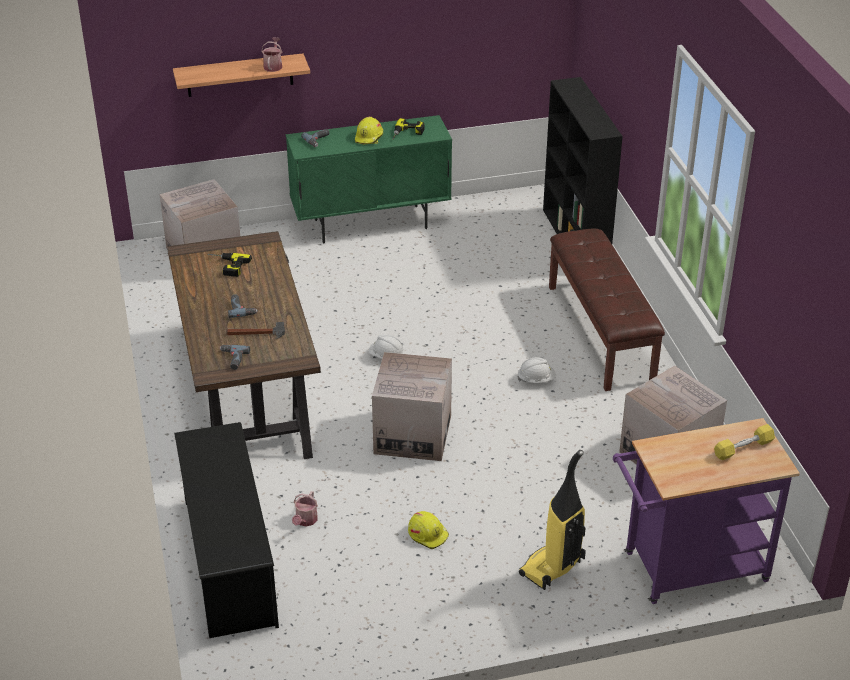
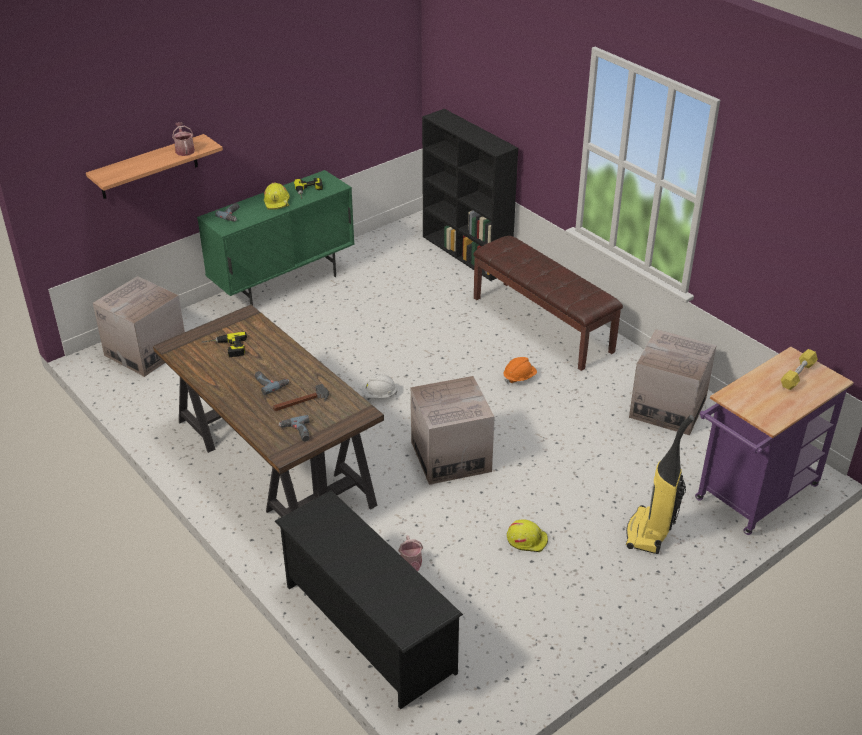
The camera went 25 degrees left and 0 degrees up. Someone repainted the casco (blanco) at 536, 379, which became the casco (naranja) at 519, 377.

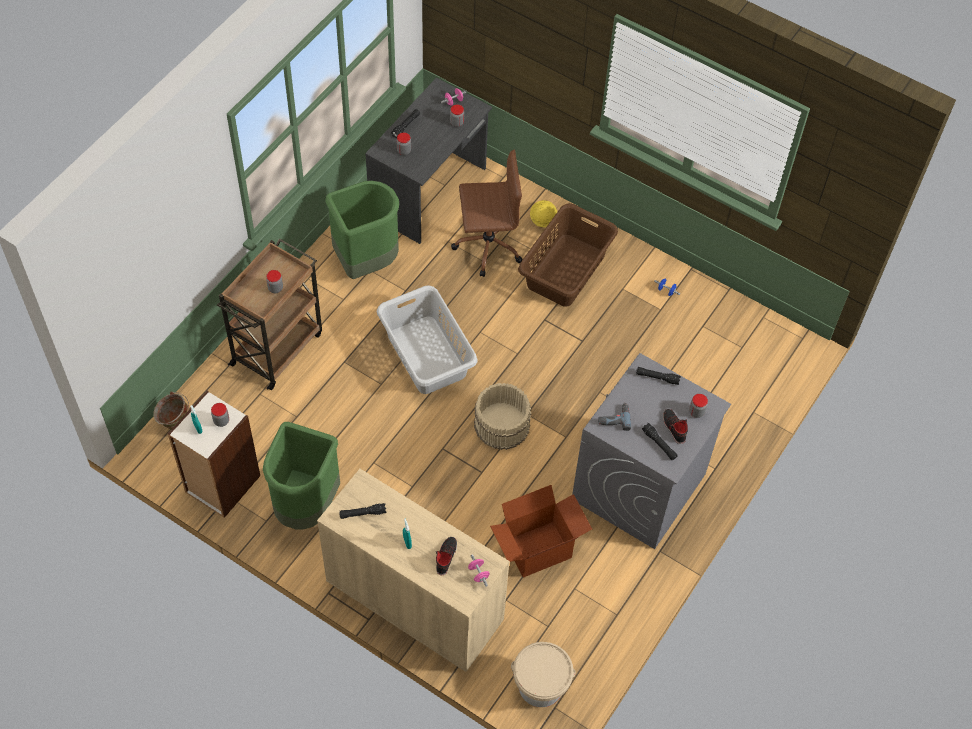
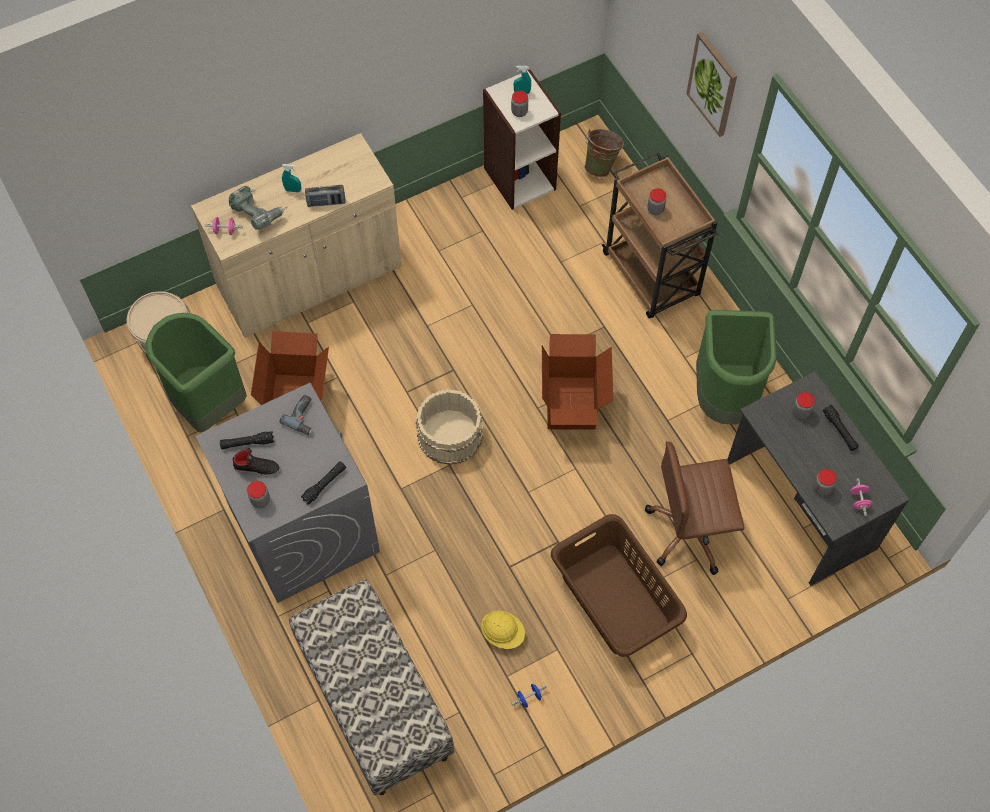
The camera went 120 degrees right and 5 degrees up. Someone carried the papelera (verde) from 306, 506 to 207, 404. Someone took away the linterna (negro) at 362, 513. Someone swapped the cesto de la ropa (gris) at 426, 355 for the caja de cartón at 572, 403. Someone swapped the zapato (negro) at 446, 556 for the taladro at 259, 213. Someone rotated the silla de oficina (marrón) at 487, 245 by 60 degrees clockwise. Someone carried the casco (amarillo) from 543, 219 to 503, 633. Someone put down the banco at 374, 701. Someone put down the radio at 326, 202. Someone put up the cuadro at 713, 84.

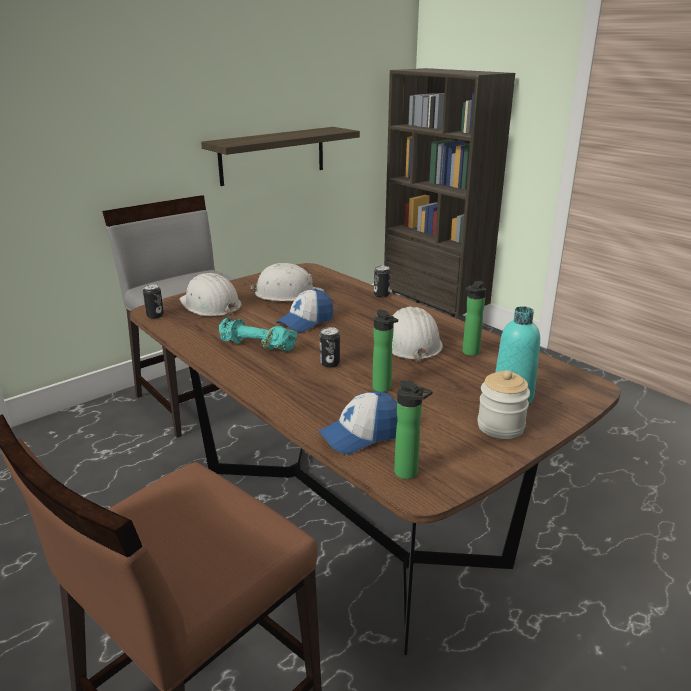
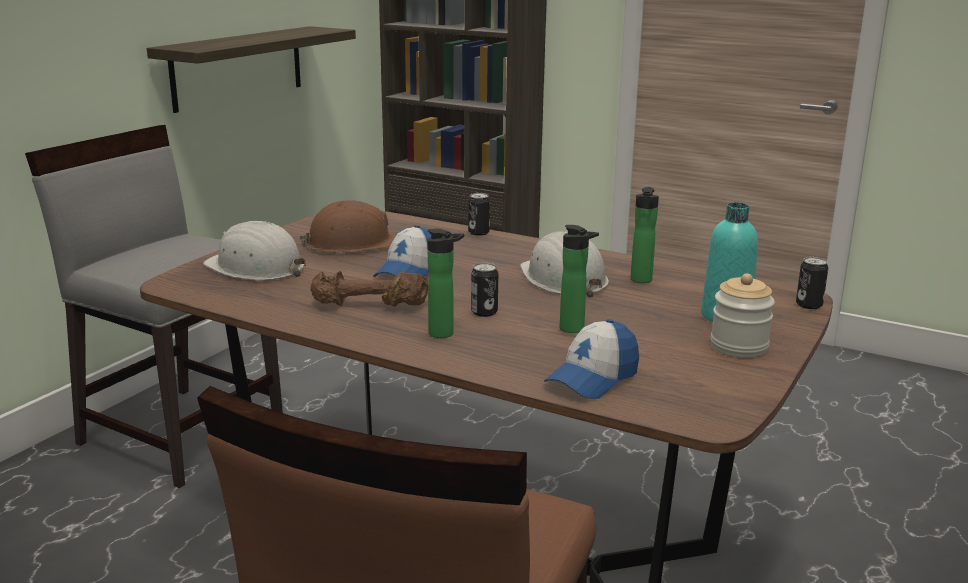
The camera went 20 degrees left and 5 degrees down. Someone carried the lata from 155, 315 to 809, 305. Someone repainted the mancuerna (turquesa) at 256, 346, which became the mancuerna (marrón) at 369, 306. Someone repainted the casco (blanco) at 288, 294, which became the casco (marrón) at 353, 244. Someone carried the botella from 409, 474 to 445, 334.

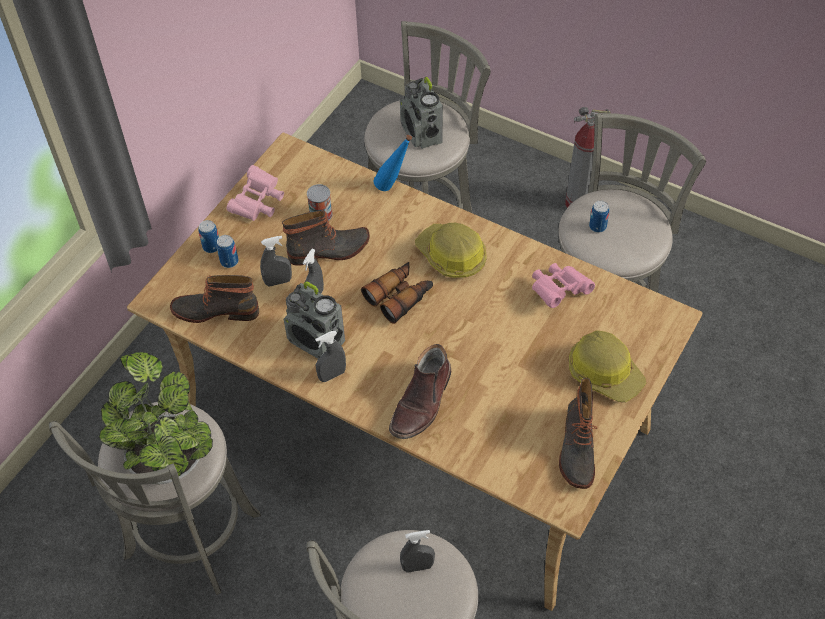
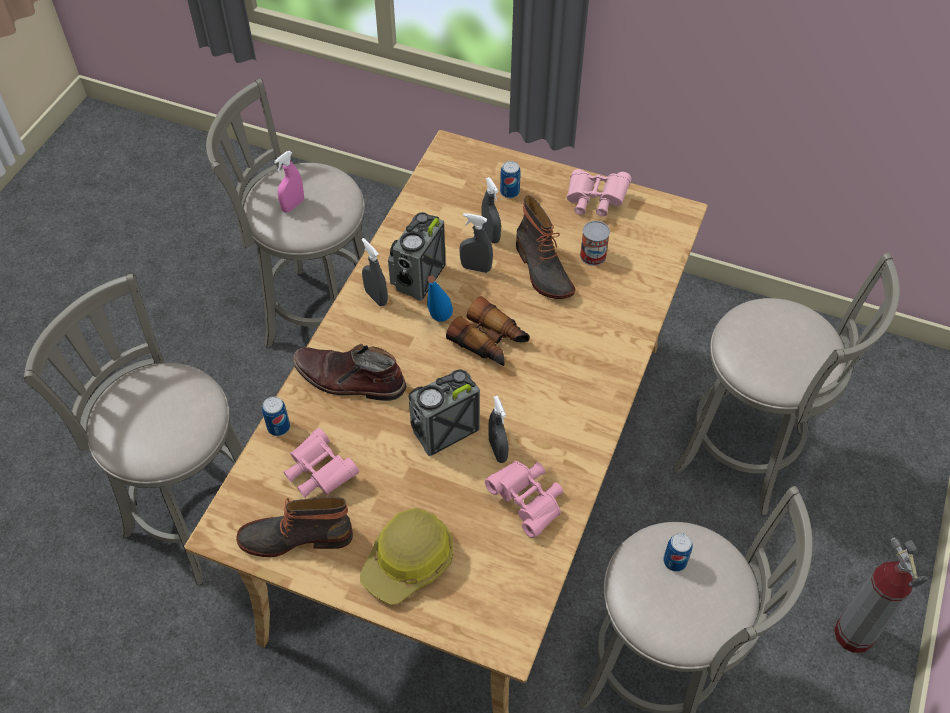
The camera went 80 degrees right and 0 degrees up. Someone swapped the planta en maceta at 167, 458 for the pulverizador (rosa) at 293, 205. Someone took away the bota at 216, 310. Someone carried the lata from 211, 247 to 278, 427. Someone carried the botella (azul) from 393, 188 to 438, 324. Someone carried the radio from 421, 134 to 443, 430. Someone carried the pulverizador (gris) from 417, 566 to 498, 450. Someone took away the casco at 451, 256. Someone put down the prismáticos (rosa) at 319, 473.

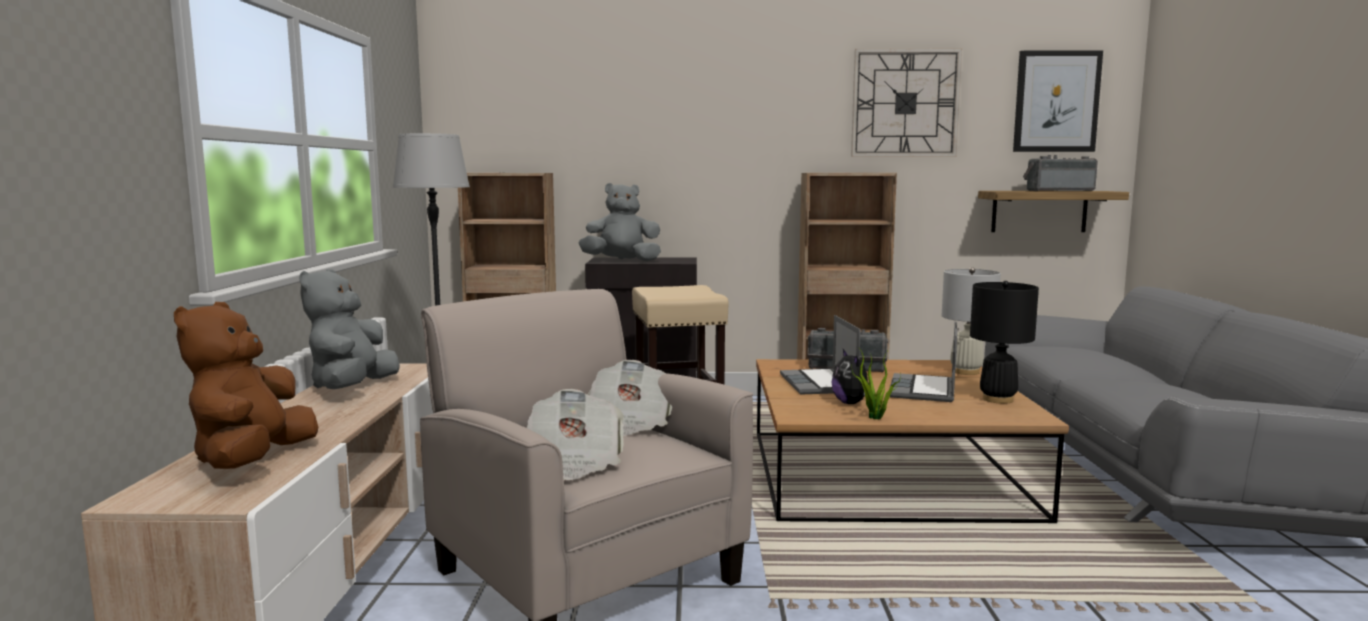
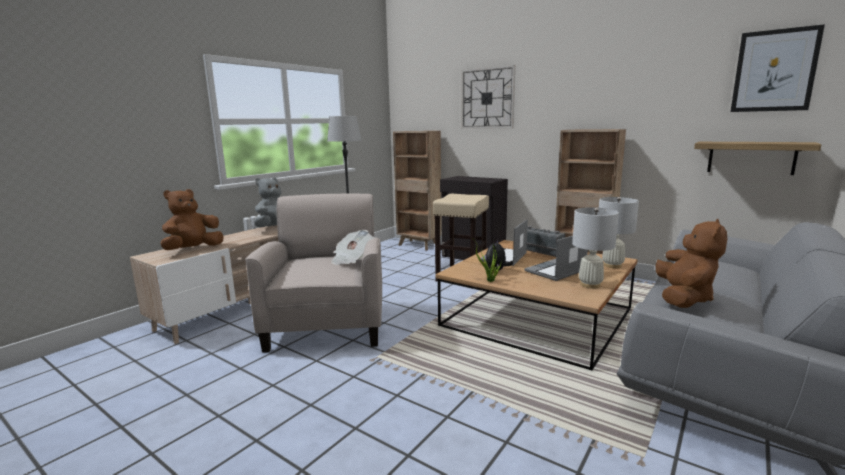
The camera went 35 degrees right and 5 degrees up. Someone took away the periódico at 576, 461. Someone took away the peluche (gris) at 622, 261. Someone carried the reloj de pared from 905, 103 to 487, 98. Someone repainted the lámpara de mesa (negro) at 998, 399, which became the lámpara de mesa (blanco) at 590, 285. Someone took away the radio at 1058, 190. Someone put down the peluche (marrón) at 683, 298.

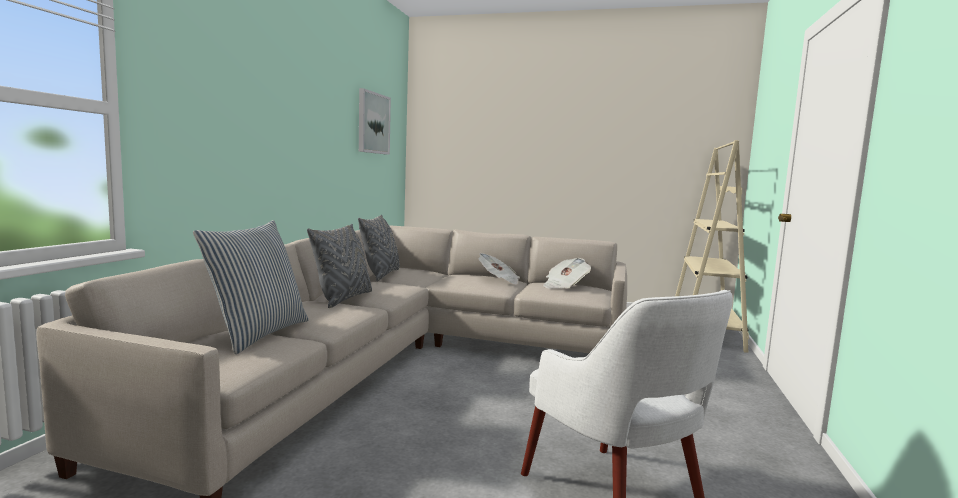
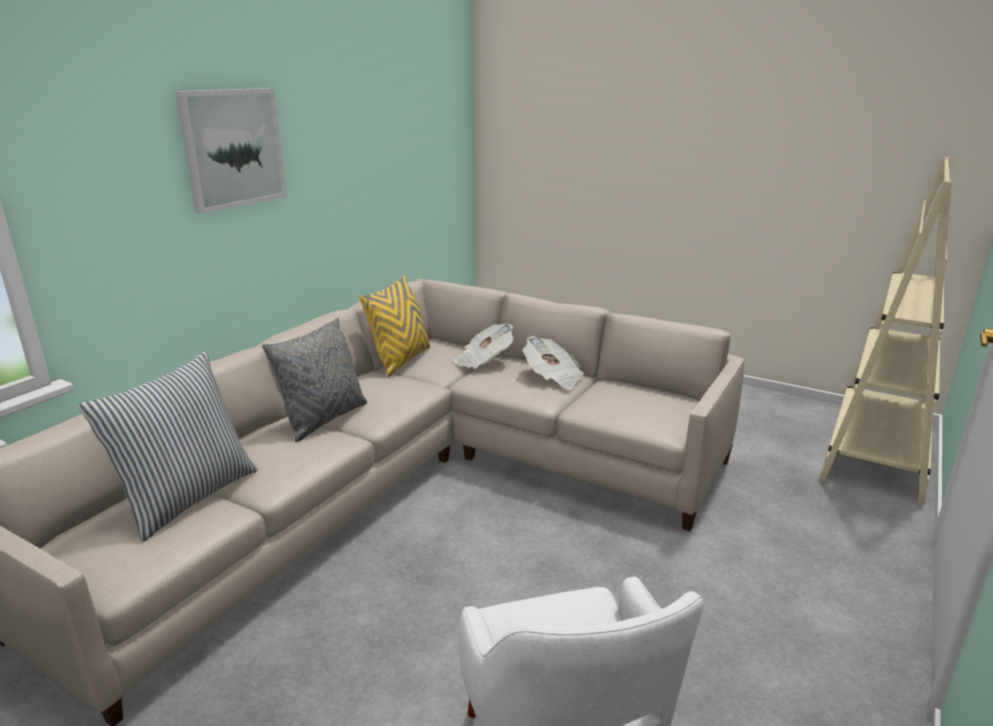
The camera went 15 degrees right and 15 degrees up. Someone repainted the cojín (gris) at 381, 275, which became the cojín (amarillo) at 401, 360. Someone carried the cuadro from 373, 123 to 233, 148. Someone carried the periódico from 564, 286 to 483, 361.

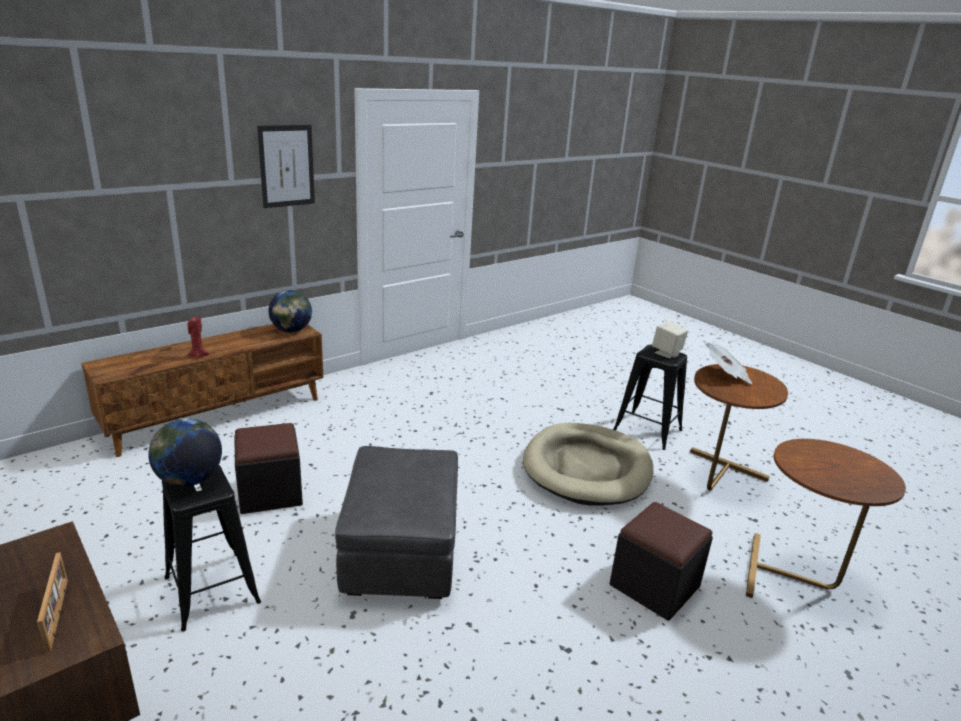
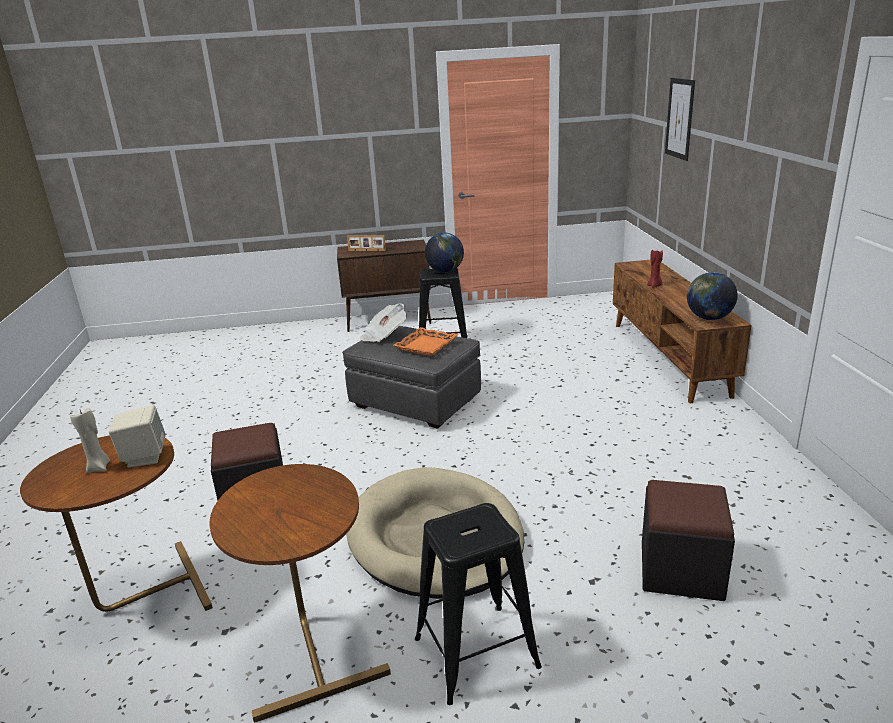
The camera went 125 degrees right and 0 degrees up. Someone carried the puf (negro) from 270, 493 to 681, 570. Someone carried the cuadro from 287, 166 to 679, 118. Someone carried the altavoz (beis) from 667, 353 to 144, 457. Someone carried the periódico from 726, 375 to 384, 335. Someone put down the vela (beis) at 99, 467. Someone put down the bandeja (naranja) at 426, 345.

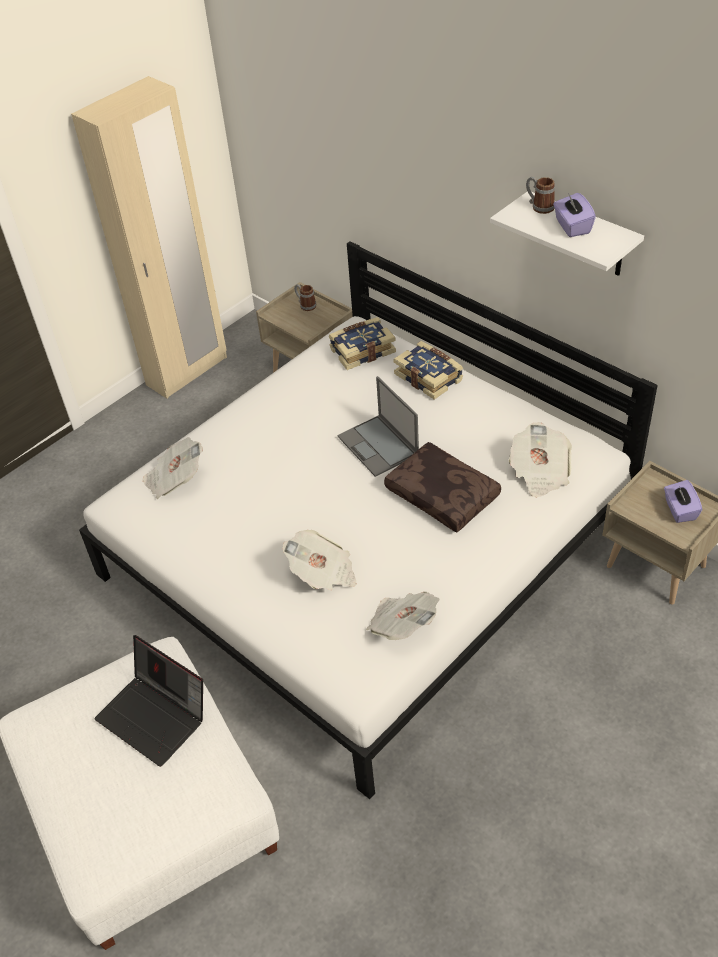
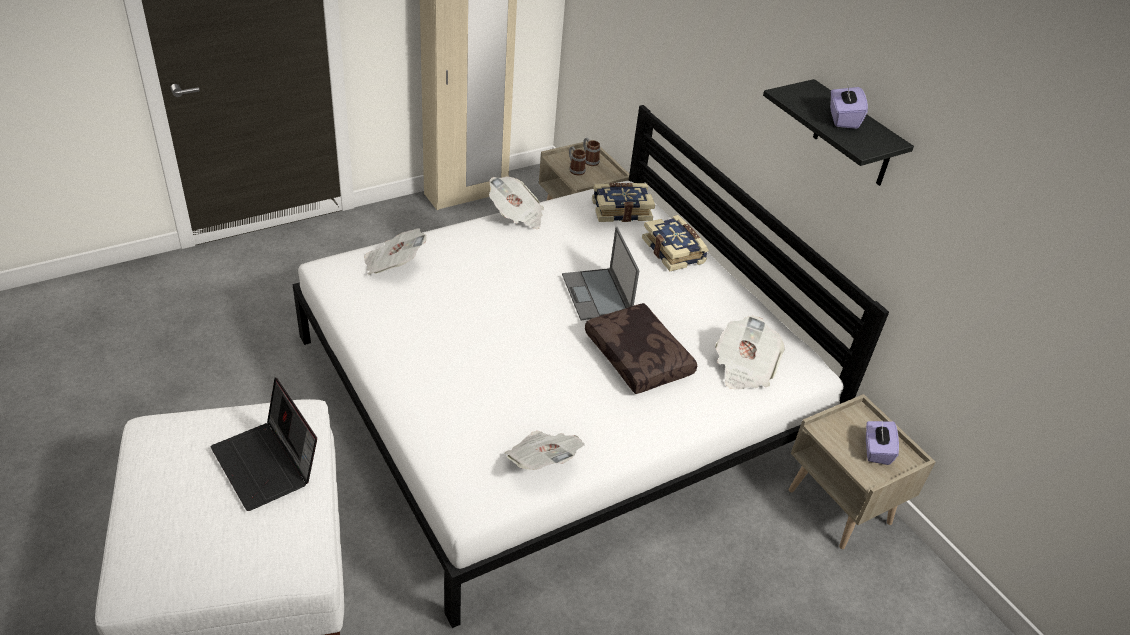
The camera went 10 degrees right and 5 degrees down. Someone carried the periódico from 323, 574 to 516, 215. Someone repainted the estante (blanco) at 582, 235, which became the estante (negro) at 854, 136. Someone carried the taza grande from 539, 206 to 575, 169.

